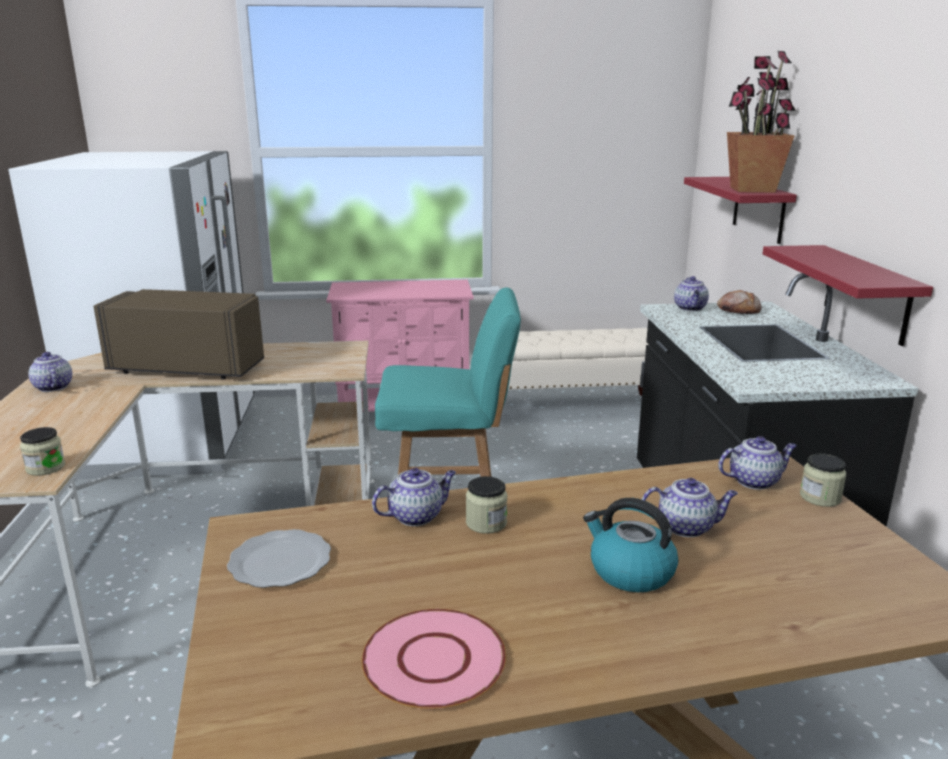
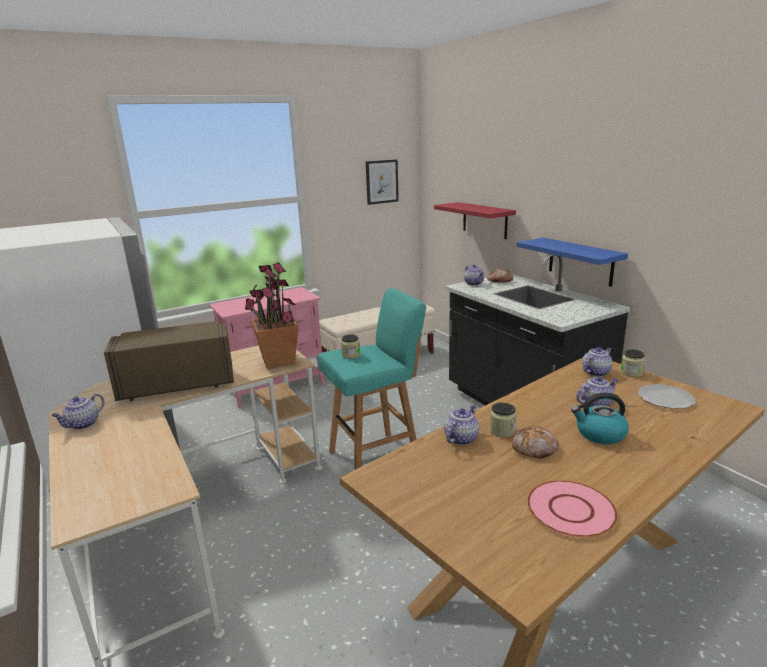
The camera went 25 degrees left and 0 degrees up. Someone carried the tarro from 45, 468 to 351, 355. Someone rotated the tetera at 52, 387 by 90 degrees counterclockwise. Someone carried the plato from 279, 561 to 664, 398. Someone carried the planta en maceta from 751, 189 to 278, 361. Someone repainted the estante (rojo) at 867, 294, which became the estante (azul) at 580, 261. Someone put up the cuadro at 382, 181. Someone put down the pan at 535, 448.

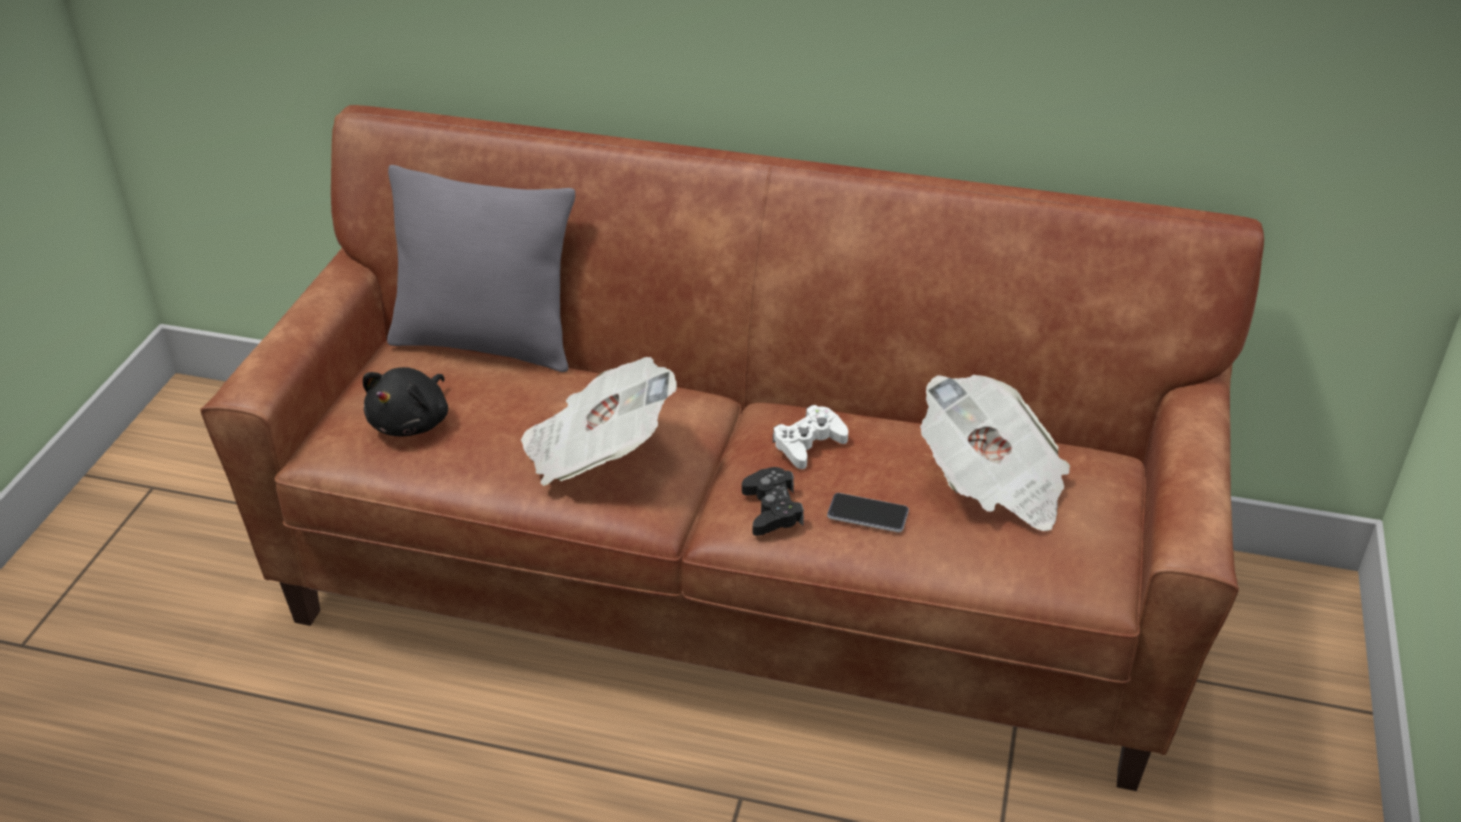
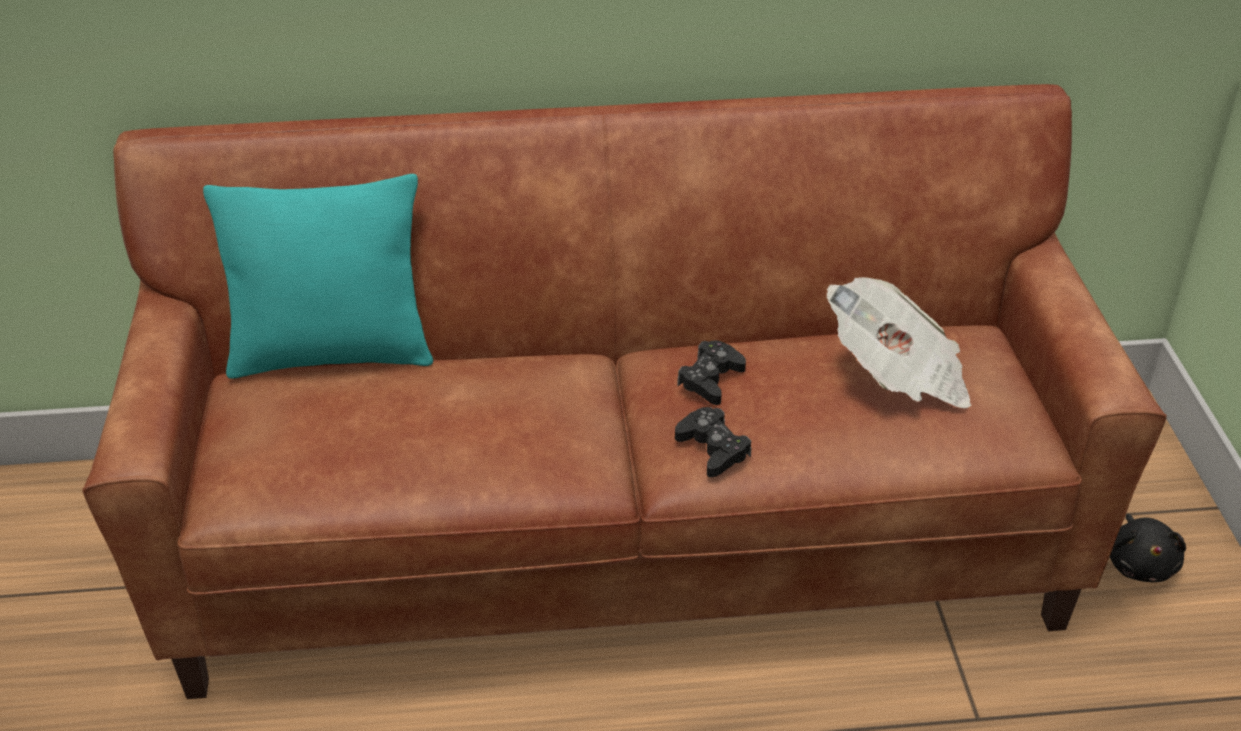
The camera went 20 degrees left and 0 degrees up. Someone carried the peluche (negro) from 412, 422 to 1139, 564. Someone repainted the cojín (gris) at 486, 343, which became the cojín (turquesa) at 332, 354. Someone took away the periódico at 597, 452. Someone repainted the mando de consola (blanco) at 808, 444, which became the mando de consola (negro) at 710, 379. Someone took away the móvil at 867, 514.

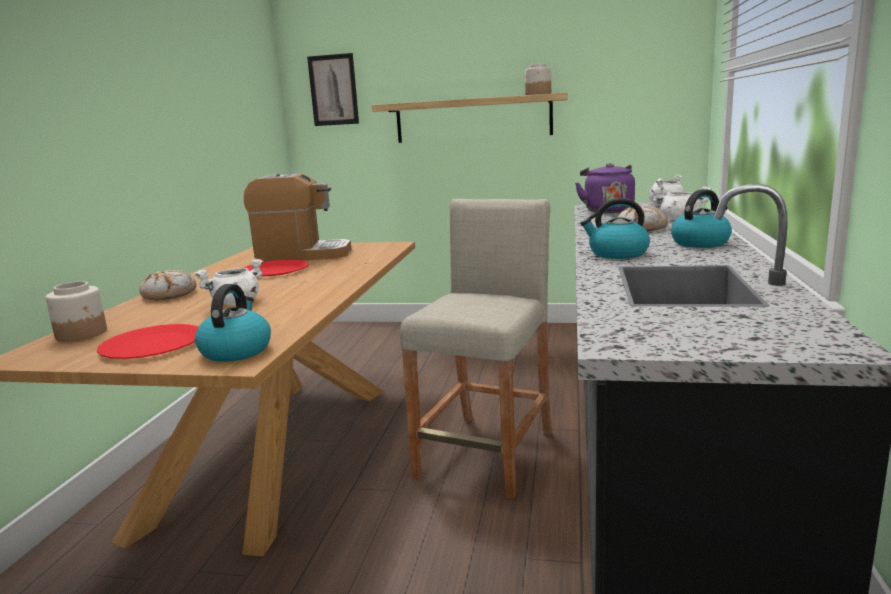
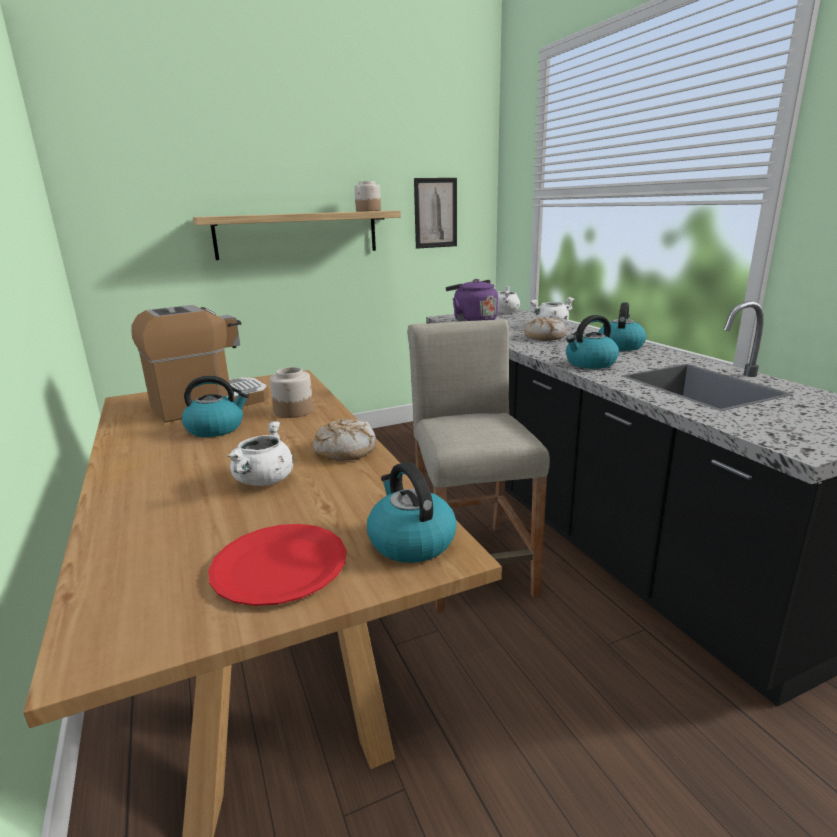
The camera went 35 degrees left and 5 degrees up. Someone carried the tarro from 82, 333 to 294, 411. Someone carried the pan from 169, 294 to 345, 450. Someone swapped the plato (rojo) at 275, 270 for the hervidor at 216, 428. Someone carried the cuadro from 333, 90 to 435, 213.

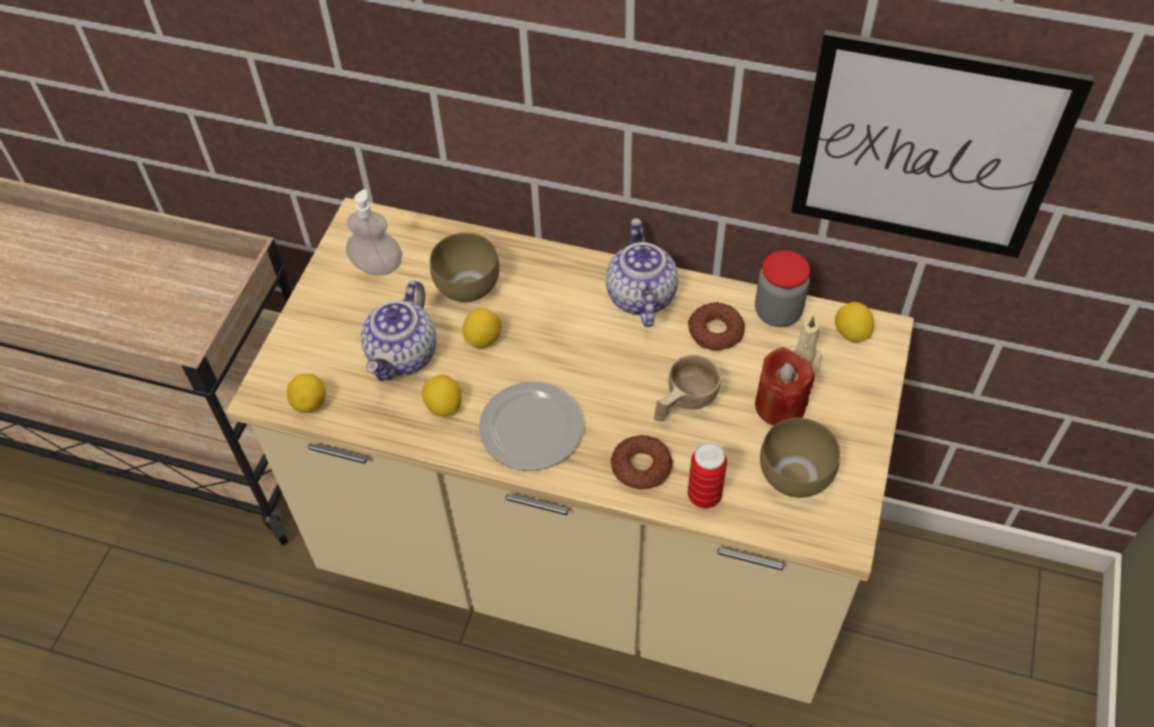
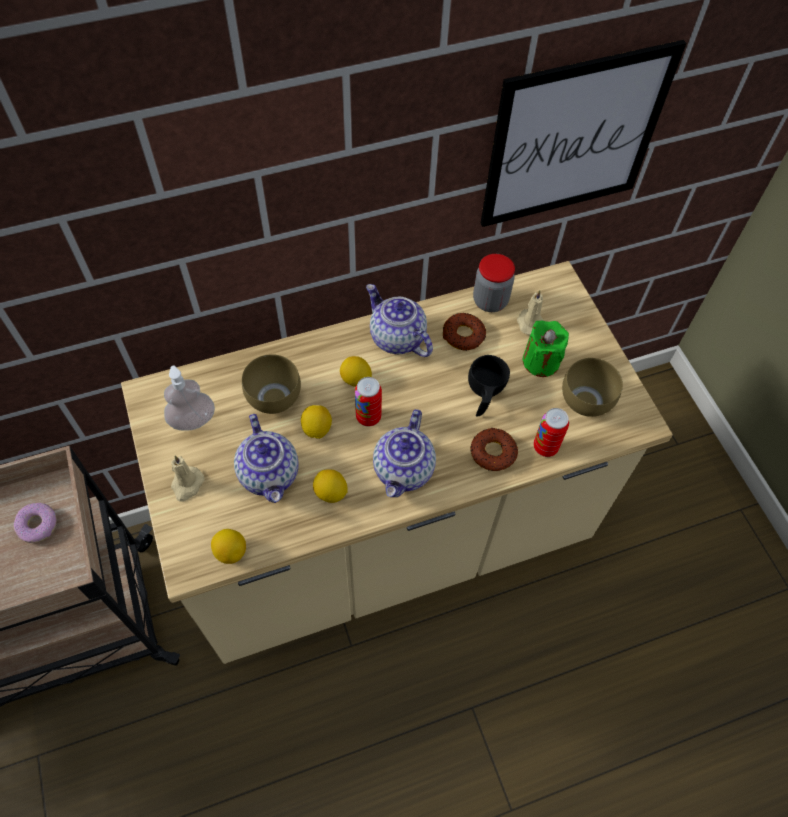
The camera went 40 degrees left and 5 degrees up. Someone swapped the plato at 533, 429 for the tetera at 404, 470. Someone repainted the taza (beis) at 683, 403, which became the taza (negro) at 483, 395. Someone repainted the vela (rojo) at 779, 406, which became the vela (verde) at 541, 361. Someone carried the limón from 851, 333 to 355, 379. Someone put down the rosquilla at 38, 525. Someone put down the vela (beis) at 187, 485. Someone put down the lata at 368, 417.

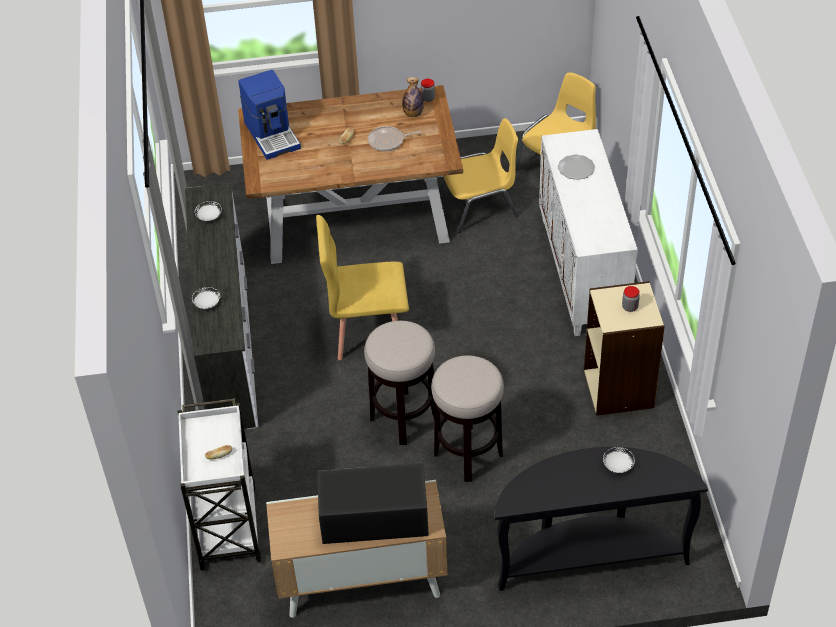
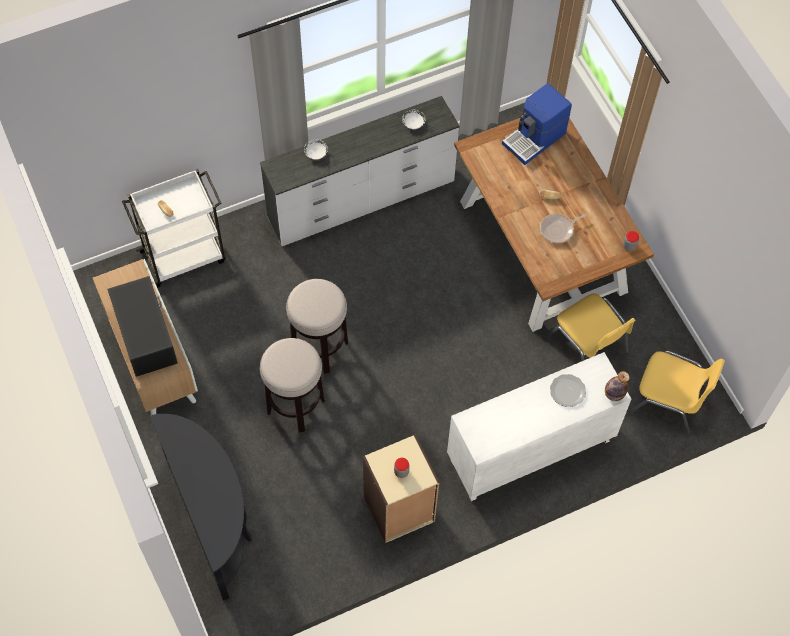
The camera went 70 degrees right and 15 degrees up. Someone took away the silla (amarillo) at 368, 332. Someone rotated the sartén at 388, 141 by 90 degrees counterclockwise. Someone carried the botella from 413, 114 to 613, 394. Someone took away the plato (blanco) at 618, 466.

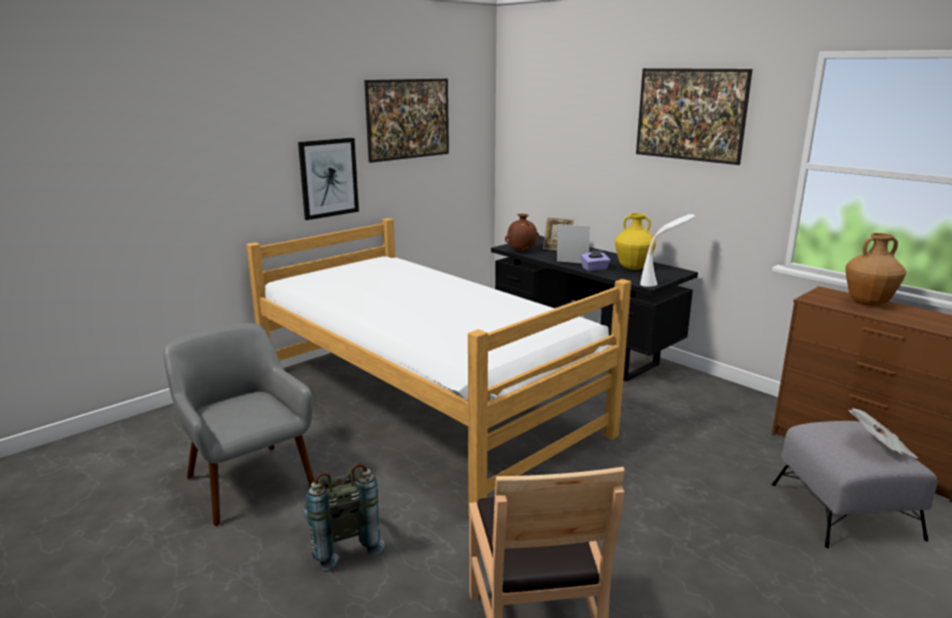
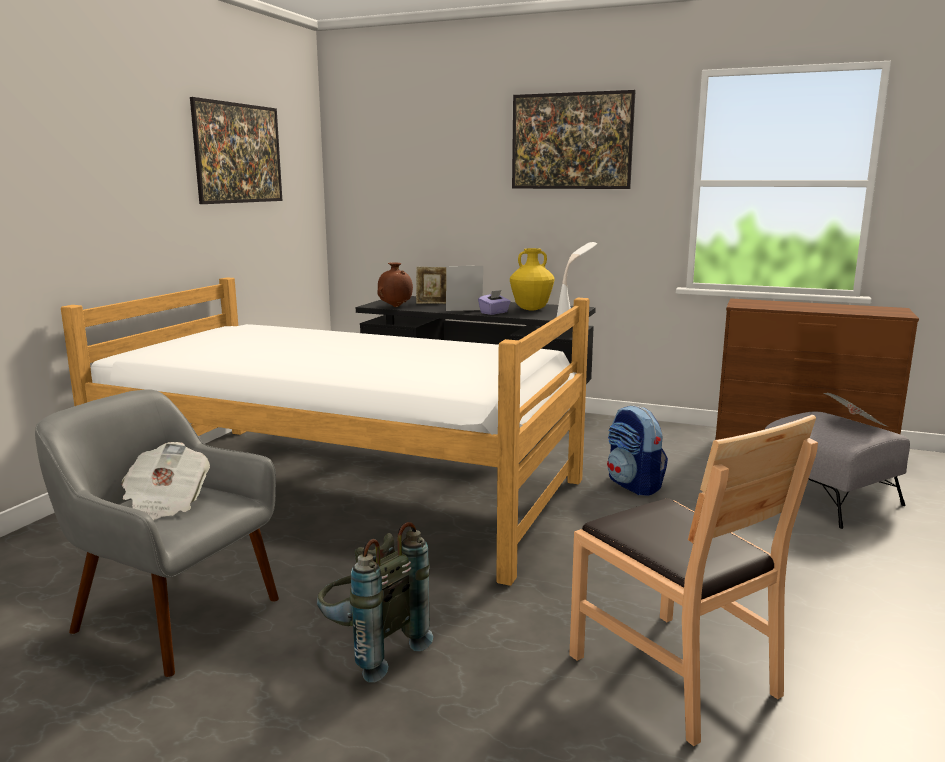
The camera went 25 degrees left and 5 degrees down. Someone took away the cuadro at 328, 178. Someone took away the florero (marrón) at 867, 303. Someone put down the periódico at 165, 504. Someone put down the mochila at 634, 485.

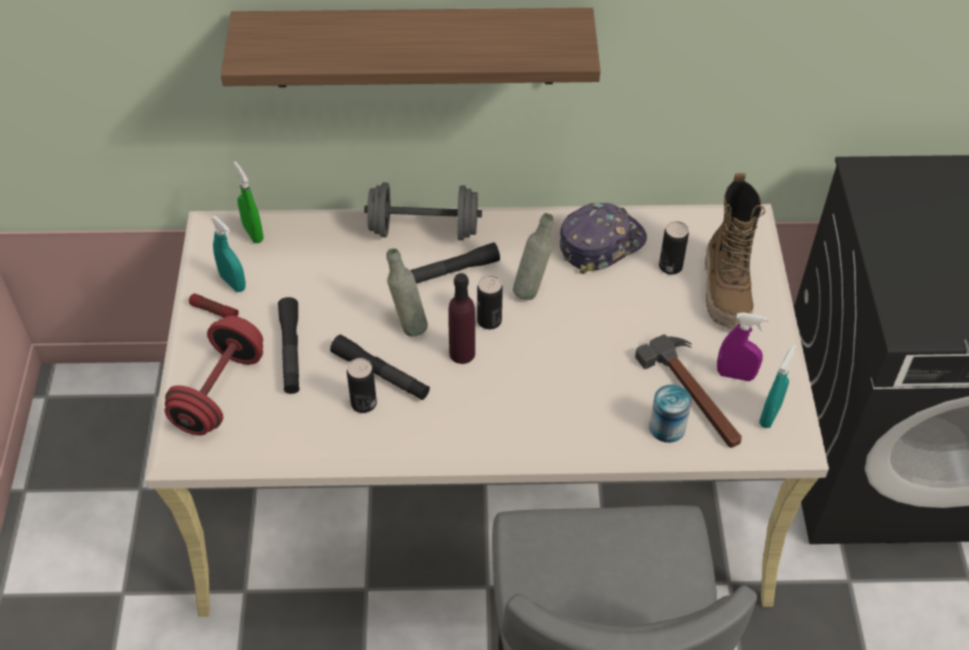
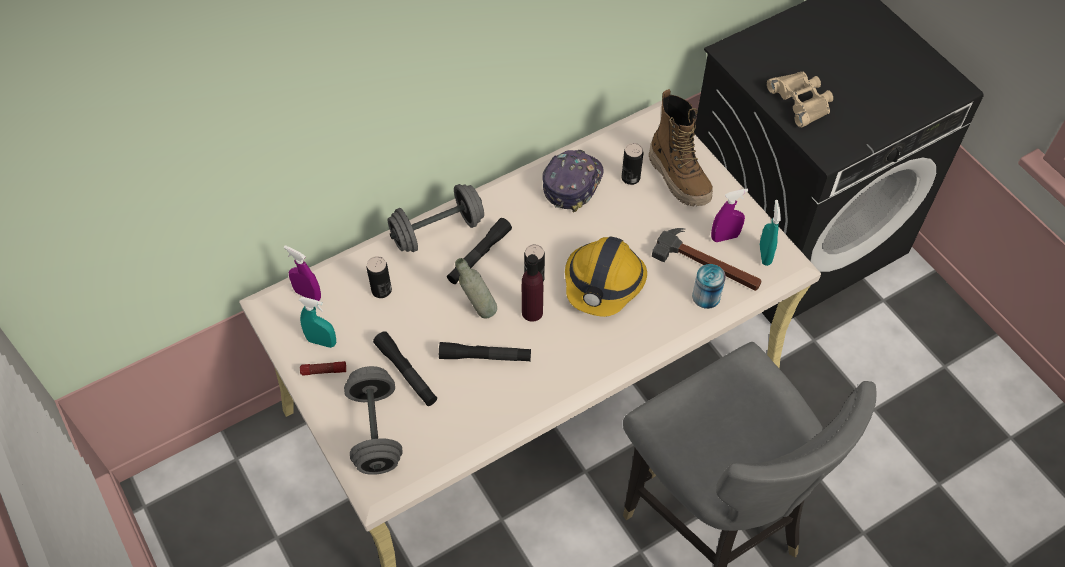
The camera went 30 degrees left and 5 degrees up. Someone repainted the mancuerna (rojo) at 219, 392, which became the mancuerna (gris) at 375, 431. Someone took away the estante at 414, 47. Someone repainted the pulverizador (verde) at 253, 233, which became the pulverizador (morado) at 308, 295. Someone carried the lata from 363, 403 to 381, 290. Someone took away the botella (gris) at 532, 288. Someone put down the casco at 604, 283. Someone put down the prismáticos (beis) at 801, 101.

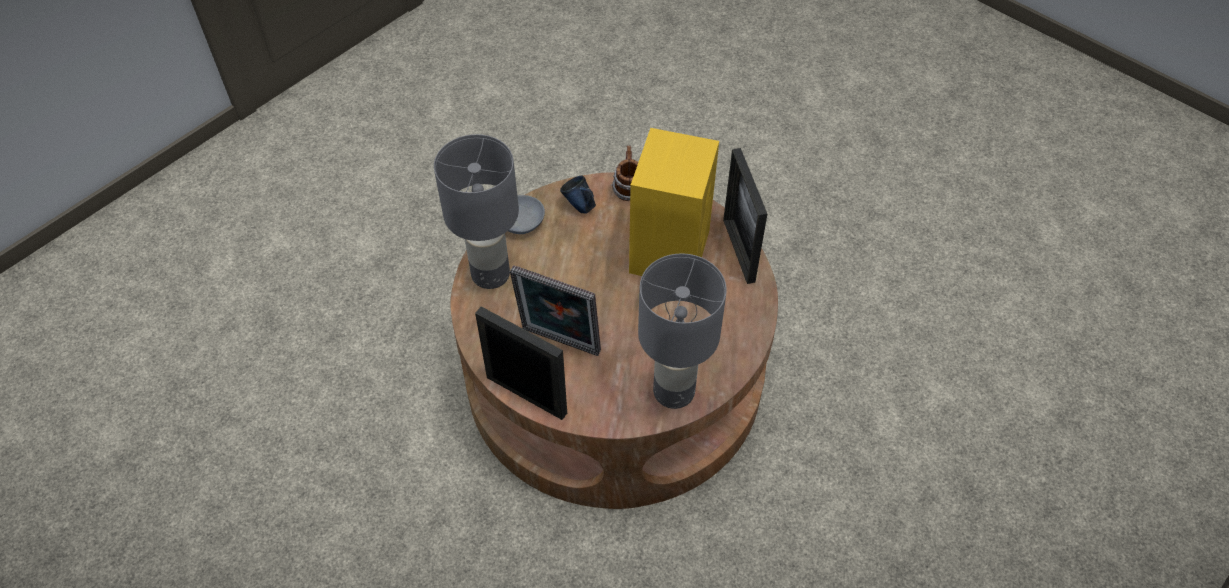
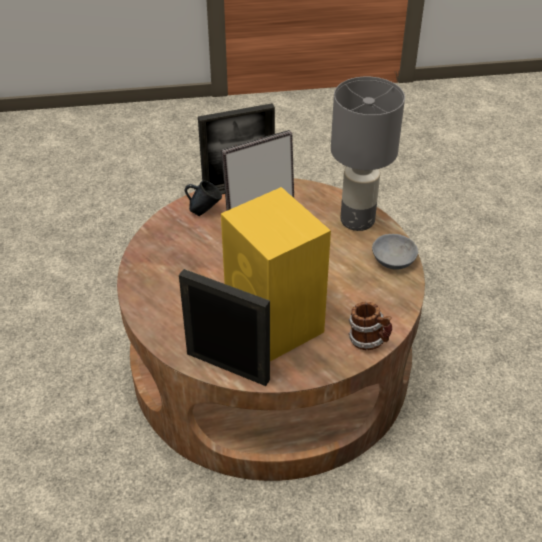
The camera went 130 degrees right and 10 degrees down. Someone carried the taza grande (azul) from 579, 207 to 204, 211. Someone took away the lámpara de mesa (gris) at 675, 391.

